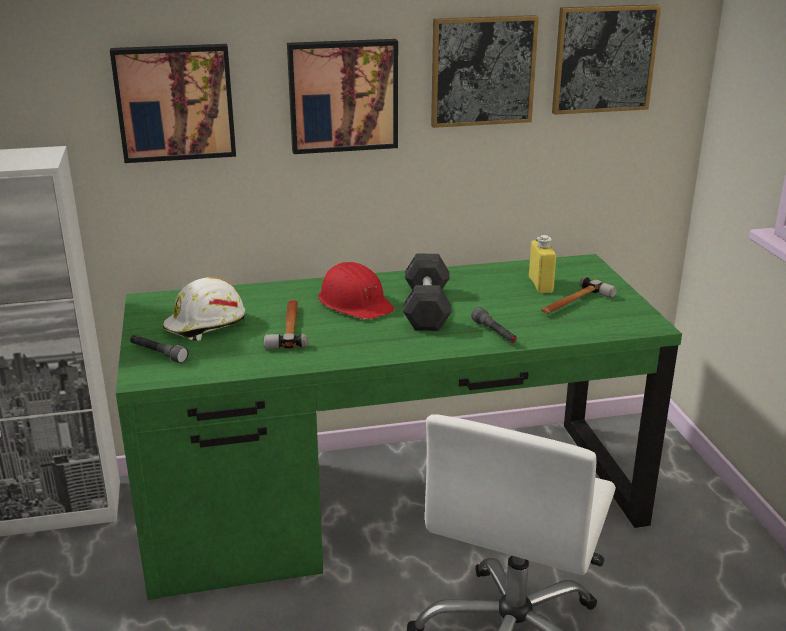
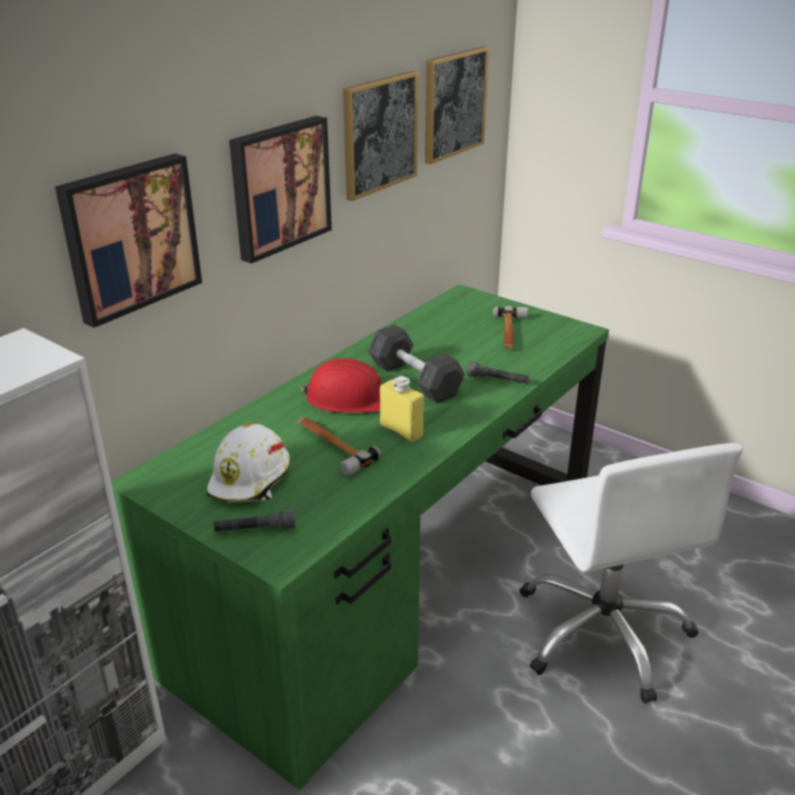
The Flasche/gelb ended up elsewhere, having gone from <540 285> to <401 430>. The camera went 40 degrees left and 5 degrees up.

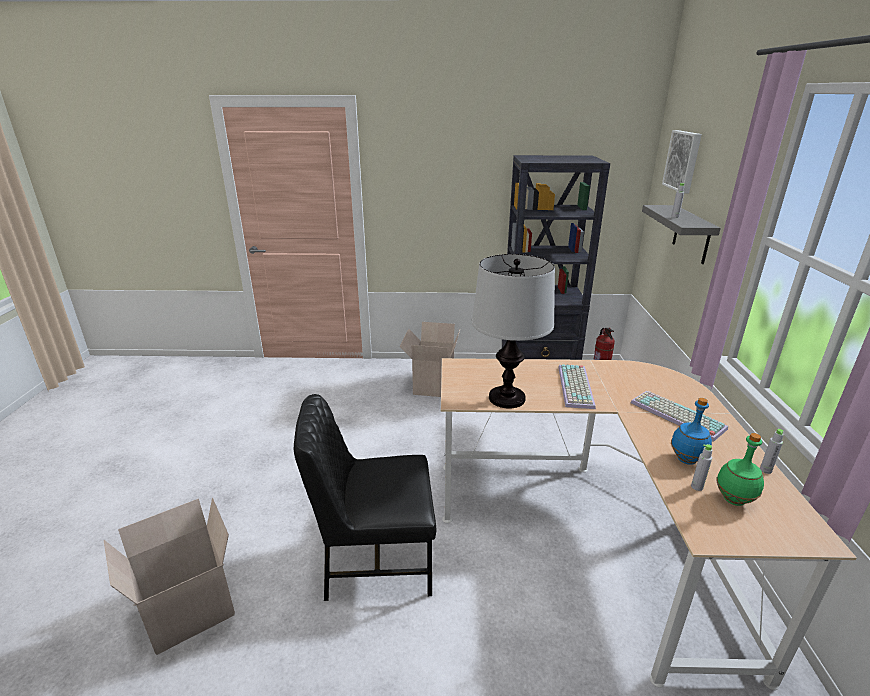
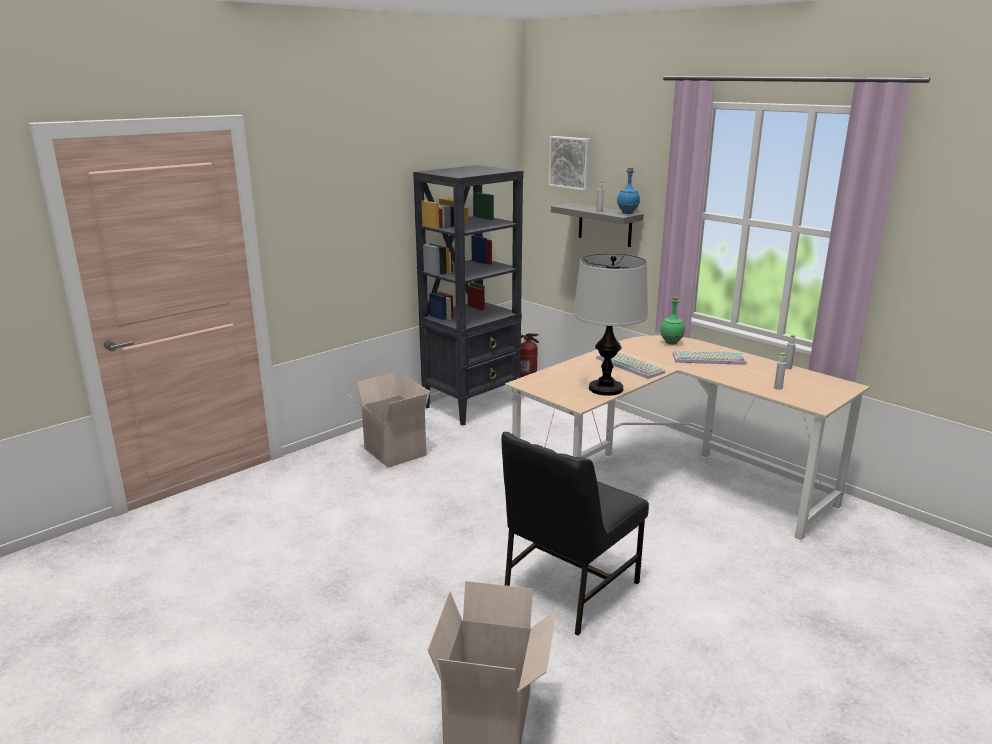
The Flasche/blau ended up elsewhere, having gone from <685 459> to <627 213>. The Flasche/grün ended up elsewhere, having gone from <733 500> to <671 343>. The camera went 45 degrees left and 5 degrees down.

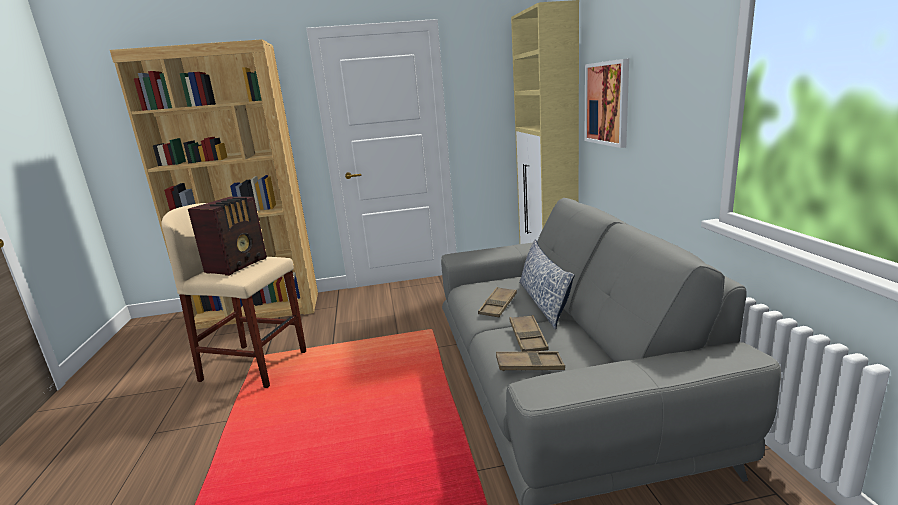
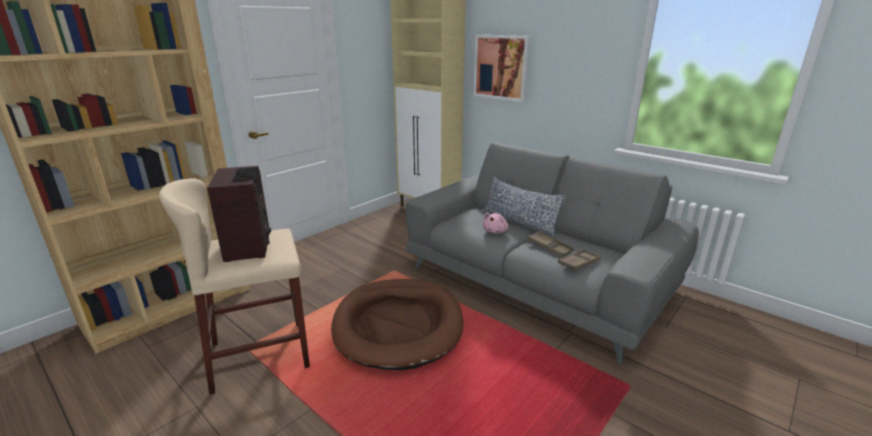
The second view gained the Hundebett/braun at <398 325>. Where the Tablett/braun stood at <498 305>, the Plüschtier/rosa came to stand at <495 231>. The camera went 40 degrees left and 5 degrees up.

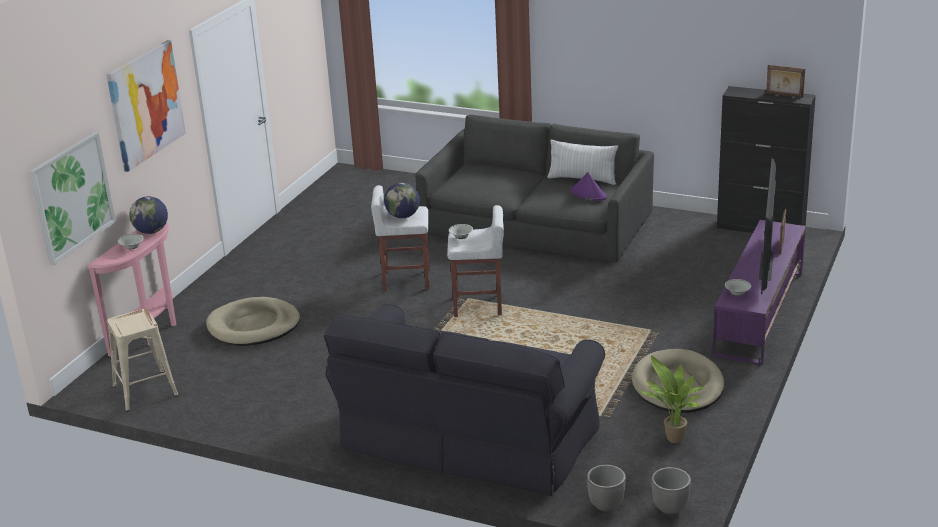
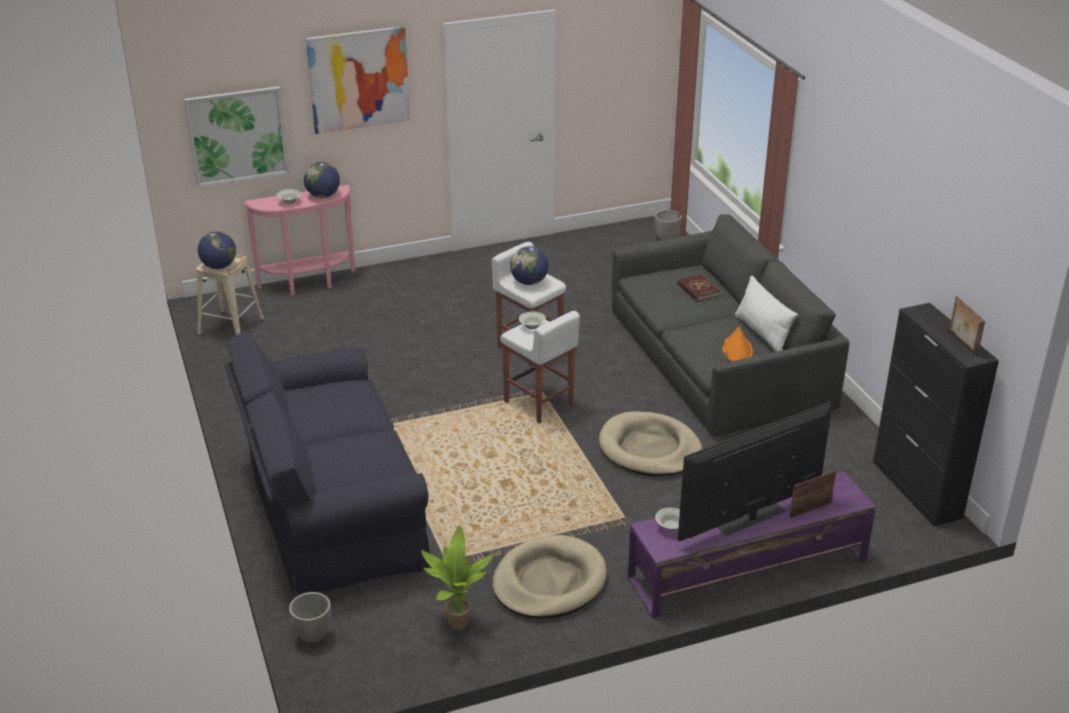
The second view gained the Globus at <219 266>. The Hundebett/beige ended up elsewhere, having gone from <254 326> to <649 449>. The Pflanzkübel ended up elsewhere, having gone from <669 508> to <666 238>. The second view gained the Buch/rot at <698 289>. What was the Hut/lila at <588 194> turned into the Hut/orange at <737 350>. The camera went 45 degrees right and 5 degrees up.

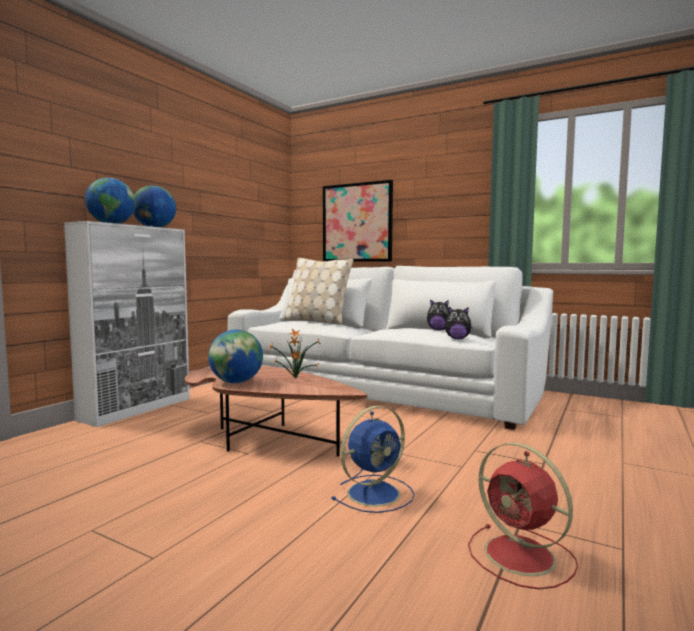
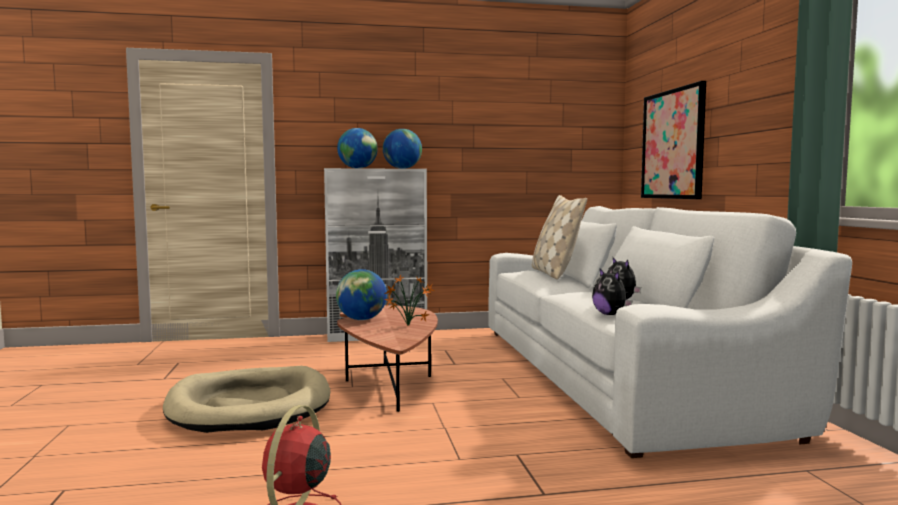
The second view gained the Hundebett/beige at <250 406>. The second view lost the Ventilator/blau at <375 493>. The camera went 50 degrees right and 0 degrees up.

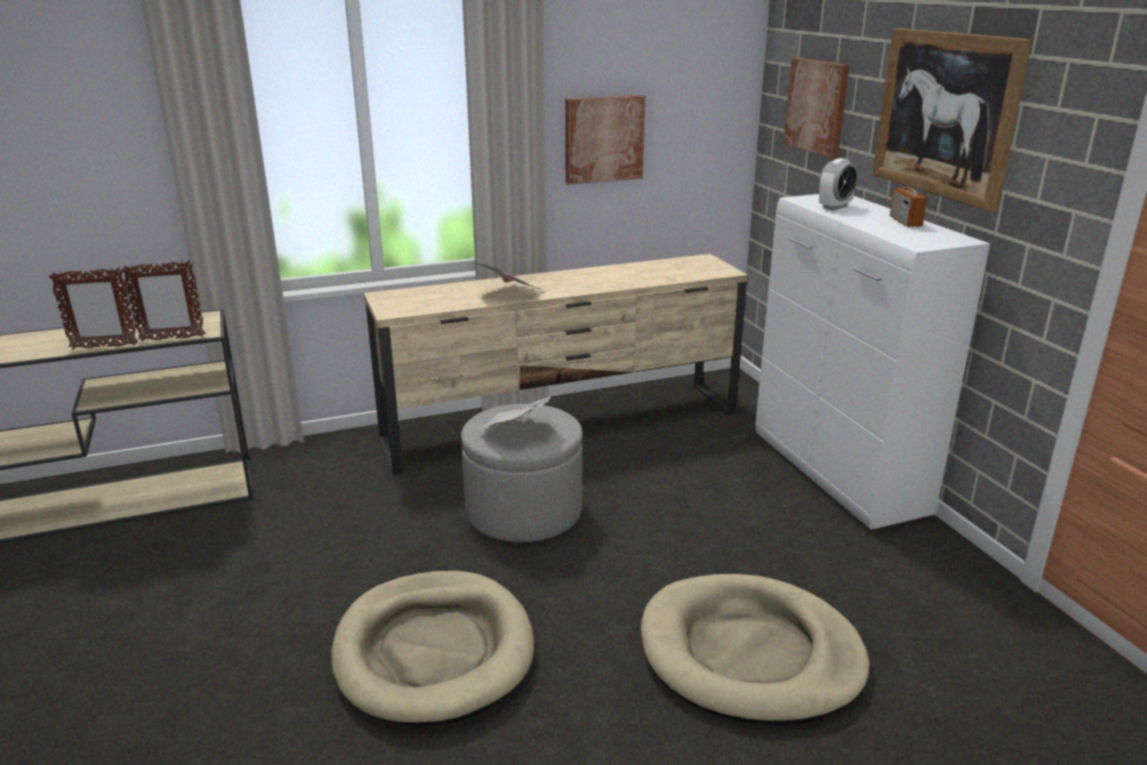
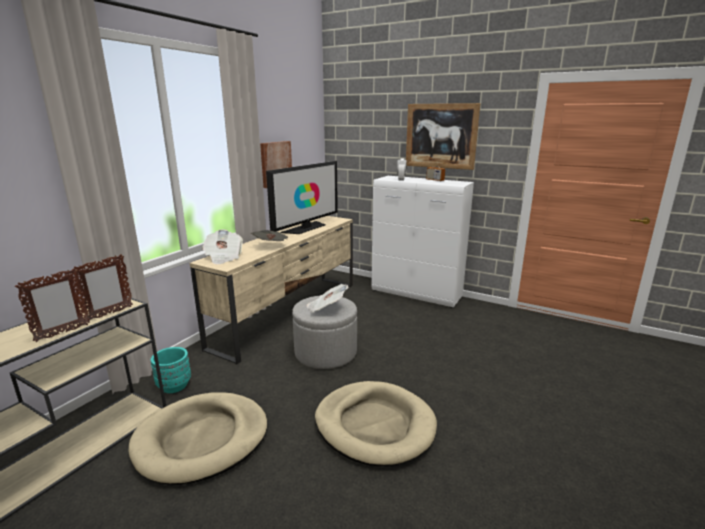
The Hundebett/beige ended up elsewhere, having gone from <750 654> to <202 439>. The second view gained the Pflanzkübel/türkis at <174 386>. The second view gained the Zeitung at <223 257>. The second view gained the Fernseher at <306 228>. The second view lost the Bild at <817 106>. The camera went 40 degrees left and 5 degrees down.

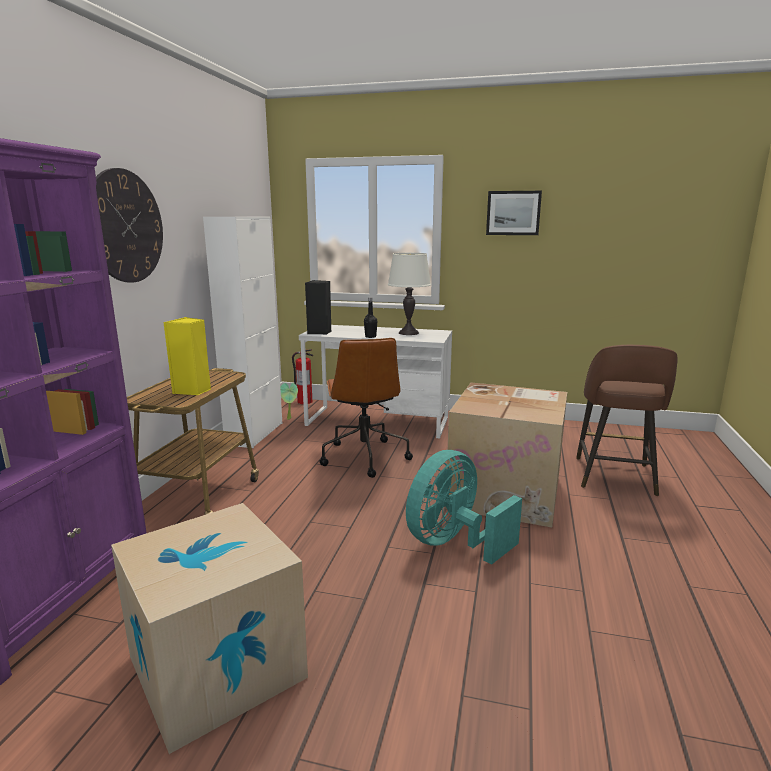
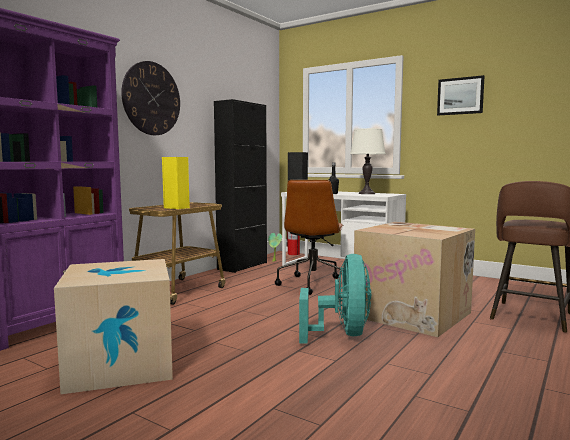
What was the Schrank/weiß at <254 433> turned into the Schrank/schwarz at <242 266>. The Ventilator/türkis at <454 543> ended up facing another way, 120 degrees clockwise from before. The camera went 20 degrees right and 10 degrees down.

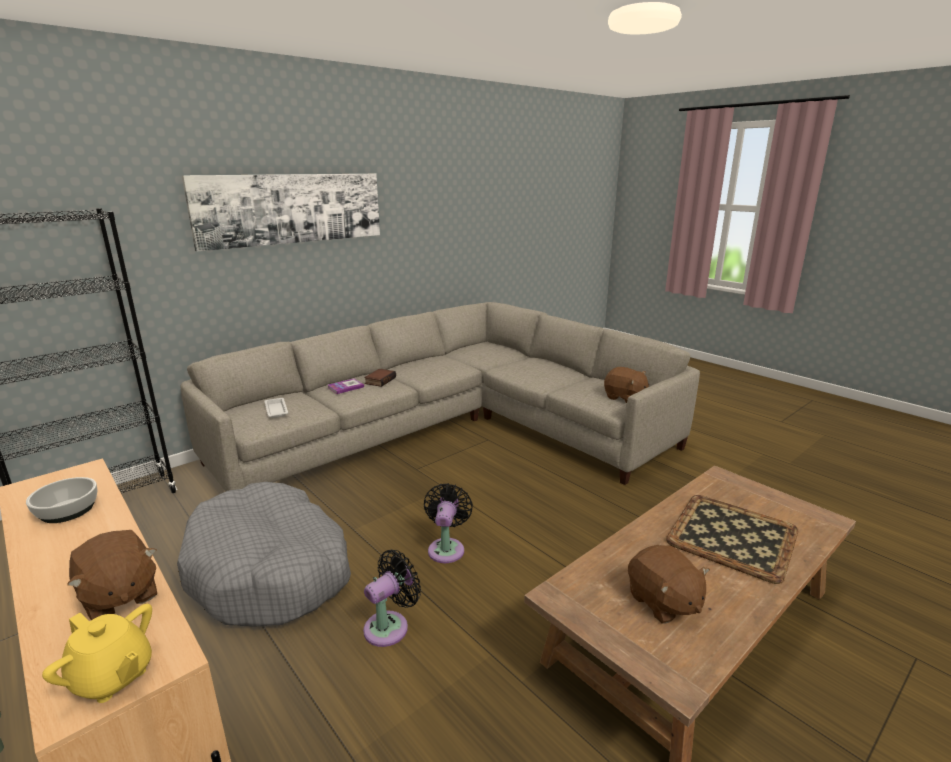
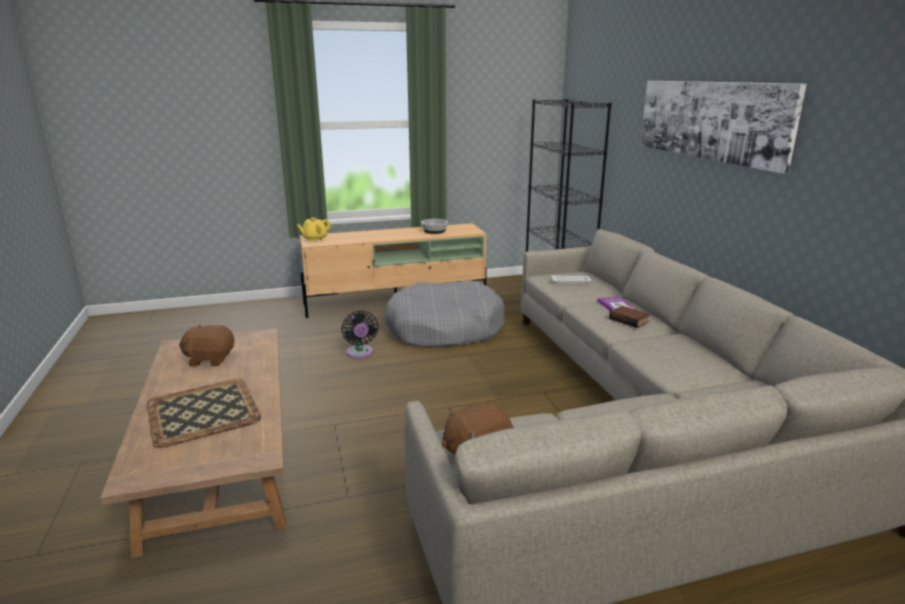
The second view lost the Plüschtier/braun at <119 596>. The second view lost the Ventilator/schwarz at <447 548>. The camera went 115 degrees right and 0 degrees up.

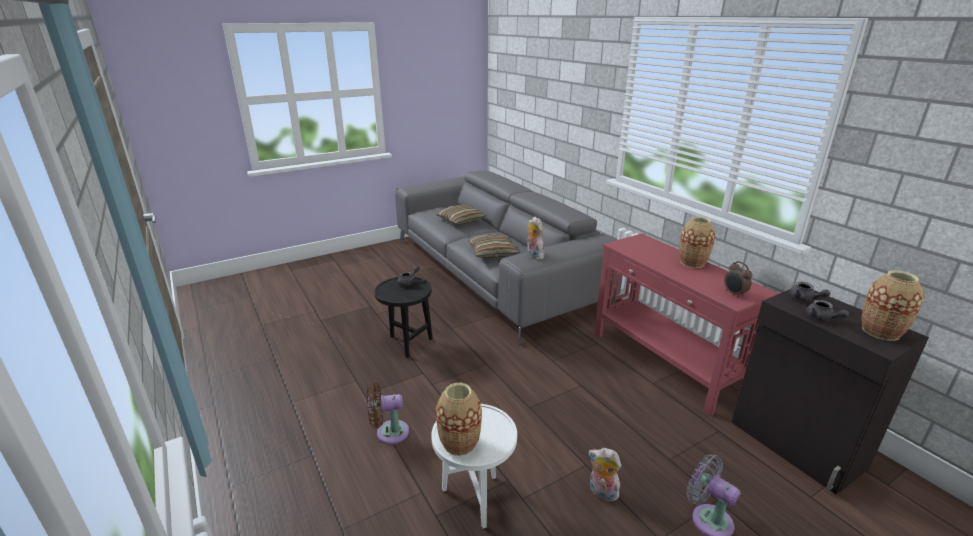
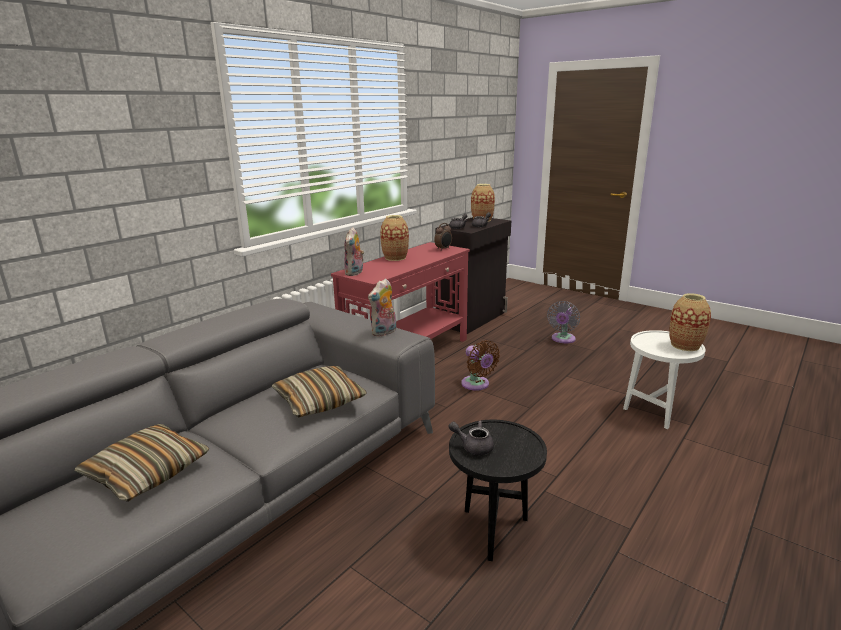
The Plüschtier ended up elsewhere, having gone from <602 492> to <355 273>. The Ventilator/braun ended up elsewhere, having gone from <389 433> to <477 385>. The camera went 110 degrees left and 5 degrees down.

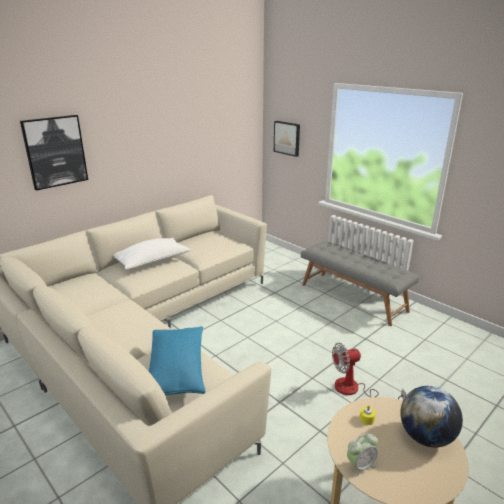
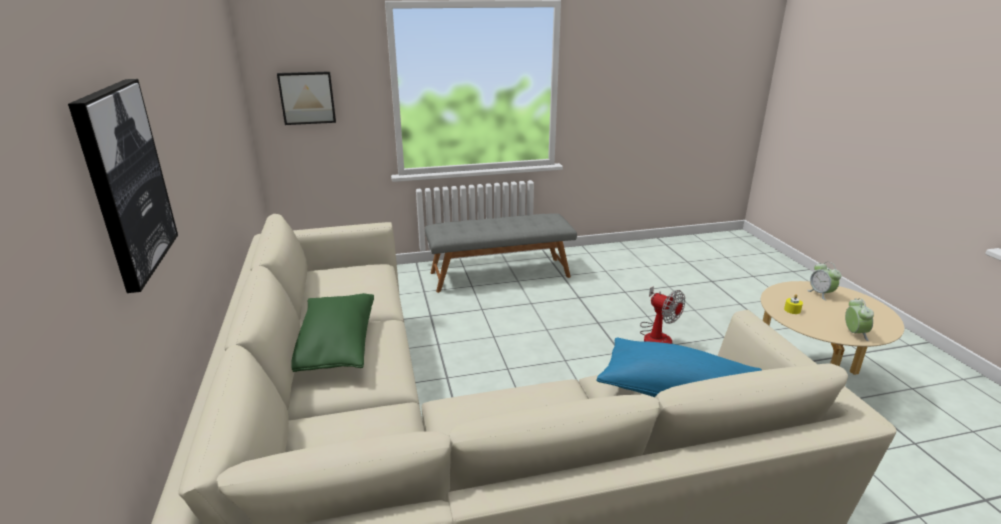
What was the Kissen/weiß at <152 261> turned into the Kissen/grün at <335 346>. The Ventilator at <355 391> ended up facing another way, 60 degrees counterclockwise from before. Where the Globus stood at <426 437>, the Wecker came to stand at <820 294>. The camera went 60 degrees left and 0 degrees up.

